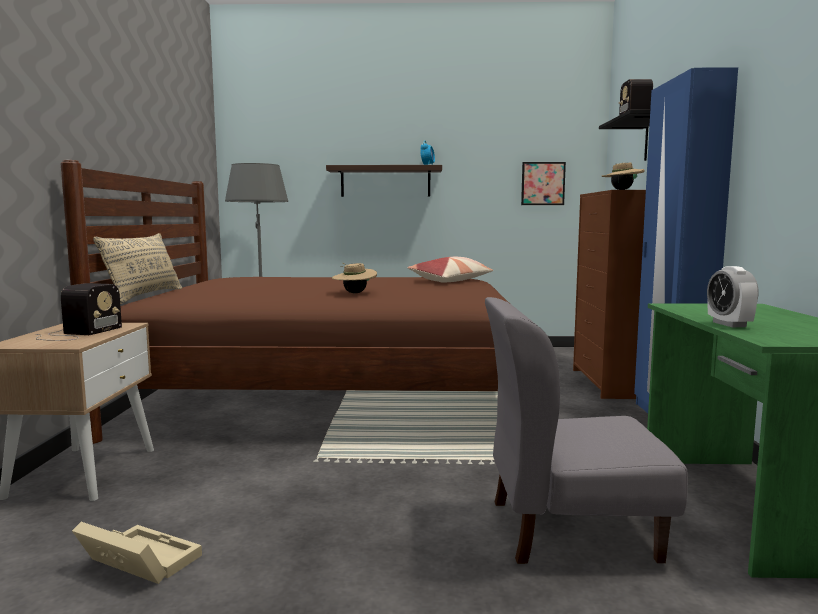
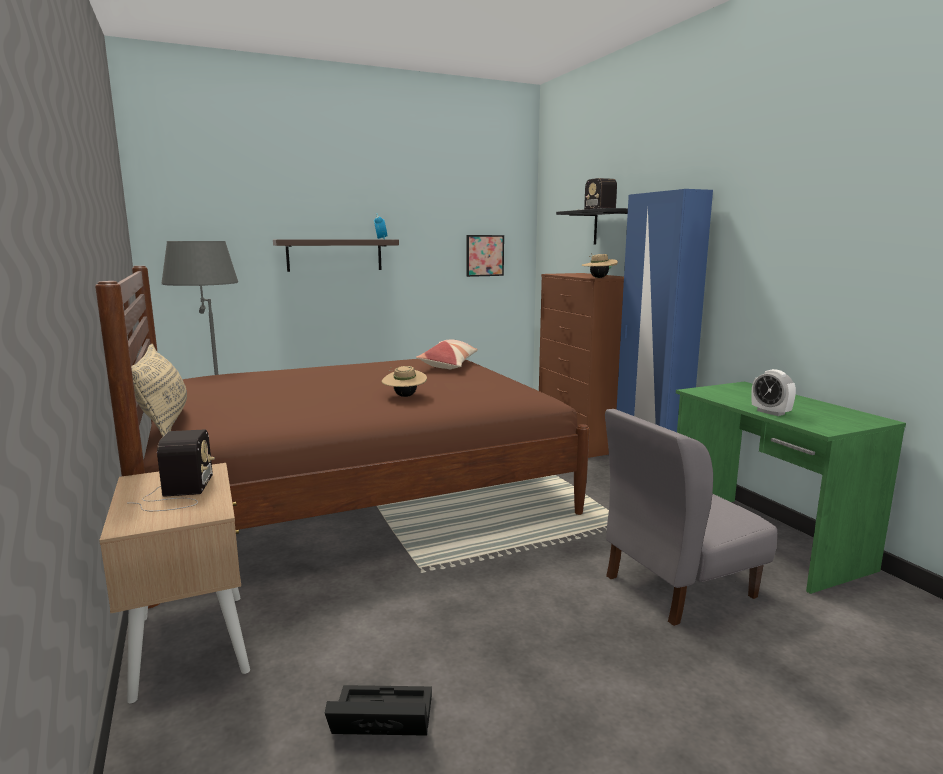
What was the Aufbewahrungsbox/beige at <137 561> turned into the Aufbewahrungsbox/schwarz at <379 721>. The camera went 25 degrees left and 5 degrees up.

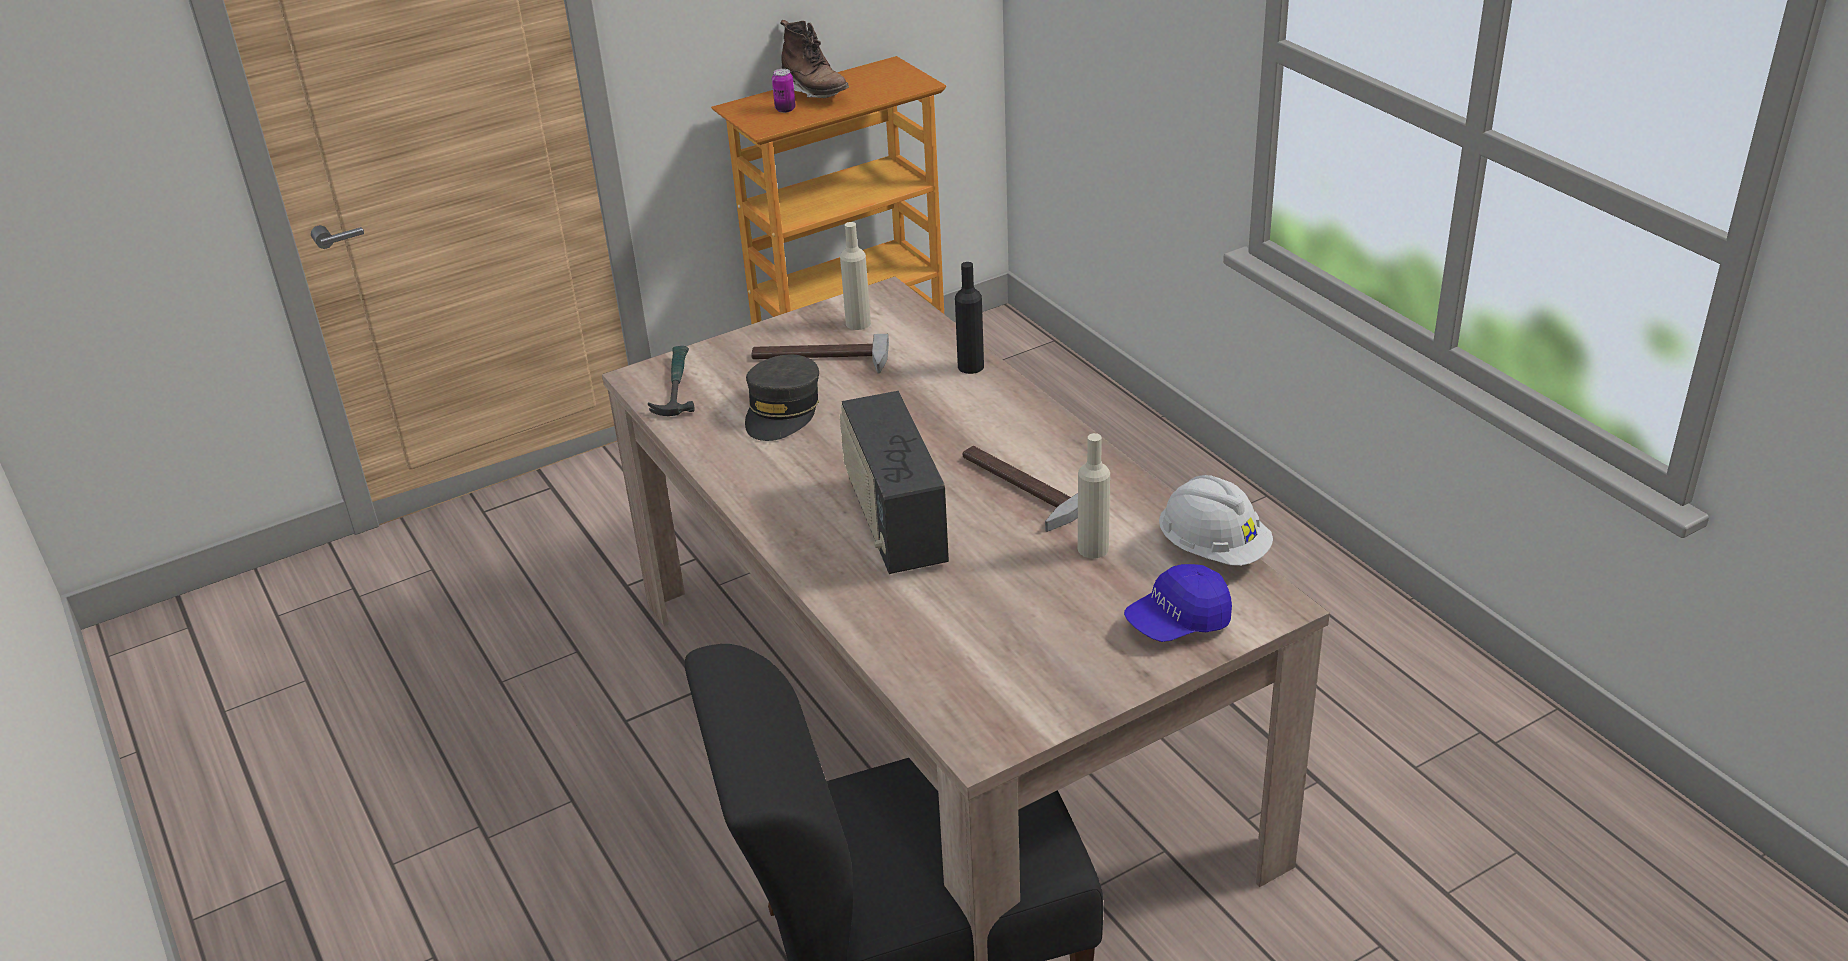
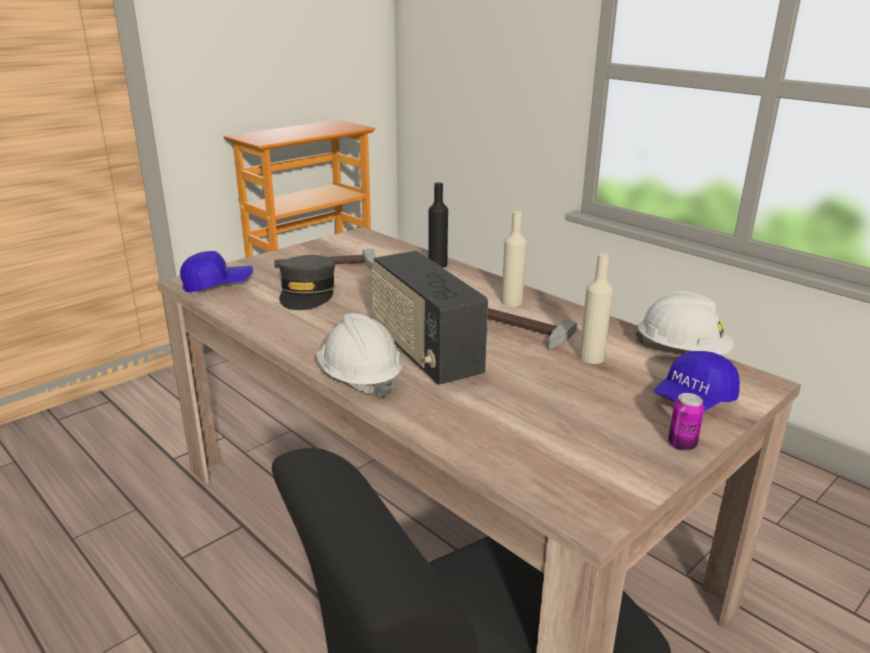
Where the Hammer stood at <675 386>, the Kappe/blau came to stand at <218 285>. The second view gained the Schutzhelm/weiß at <359 379>. The Flasche/beige ended up elsewhere, having gone from <858 323> to <512 302>. The Dose ended up elsewhere, having gone from <785 109> to <682 444>. The second view lost the Stiefel/braun at <815 93>. The camera went 15 degrees left and 10 degrees down.

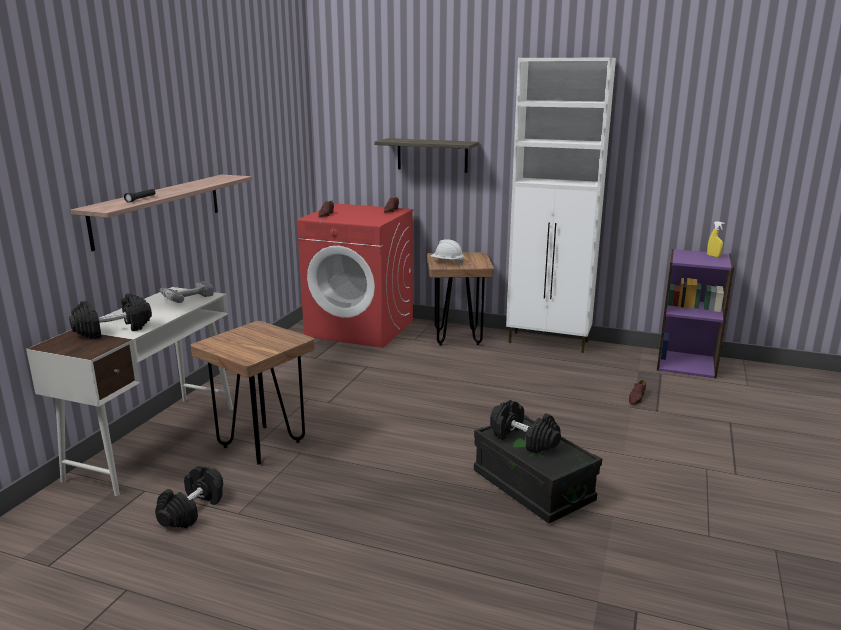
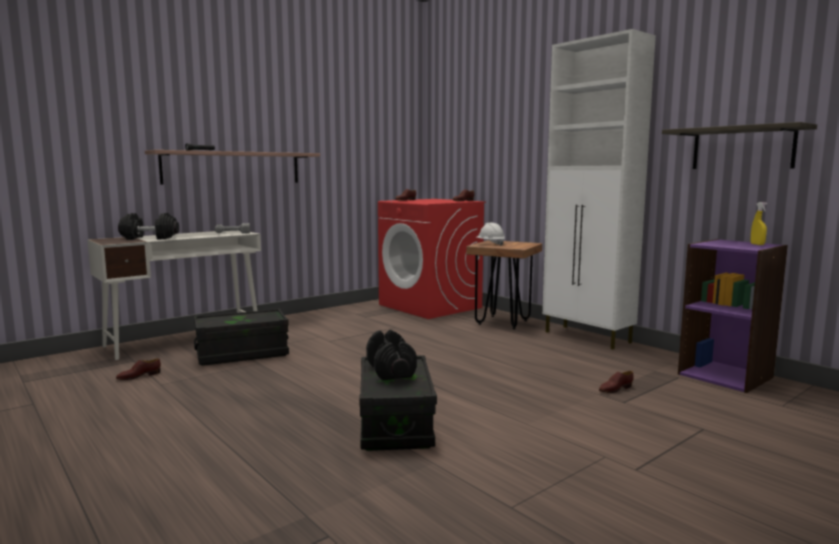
Where the Hantel/schwarz stood at <192 510>, the Schuh/braun came to stand at <139 376>. Where the Hocker/braun stood at <262 444>, the Aufbewahrungsbox/schwarz came to stand at <242 354>. The Wandregal ended up elsewhere, having gone from <432 155> to <742 148>. The camera went 30 degrees right and 10 degrees down.

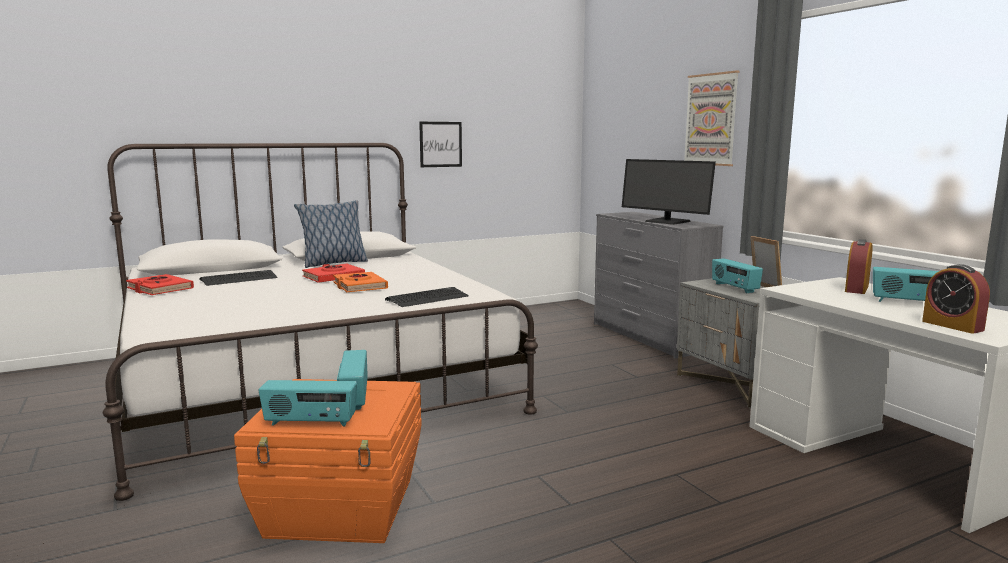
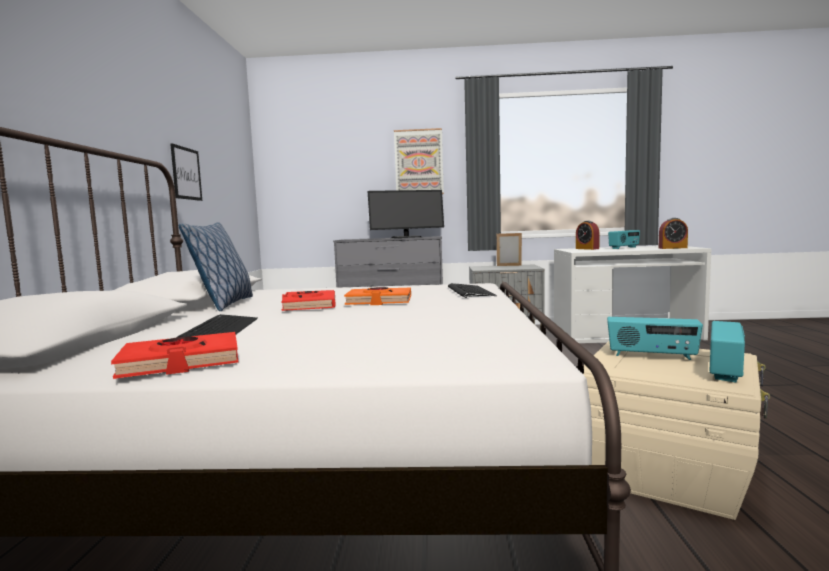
What was the Aufbewahrungsbox/orange at <342 508> turned into the Aufbewahrungsbox/beige at <667 471>. The second view lost the Radio at <734 288>. The camera went 60 degrees left and 5 degrees down.

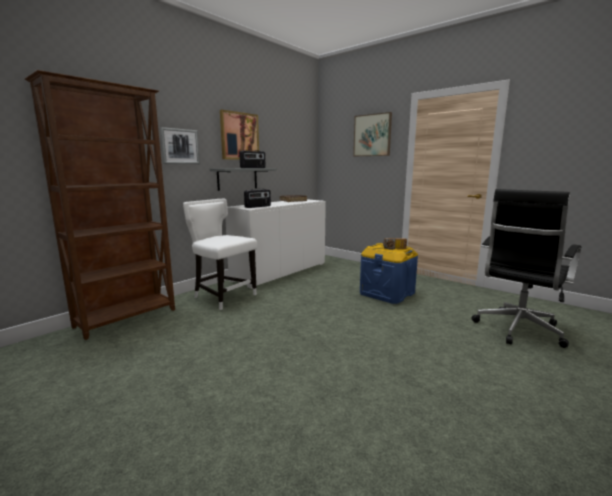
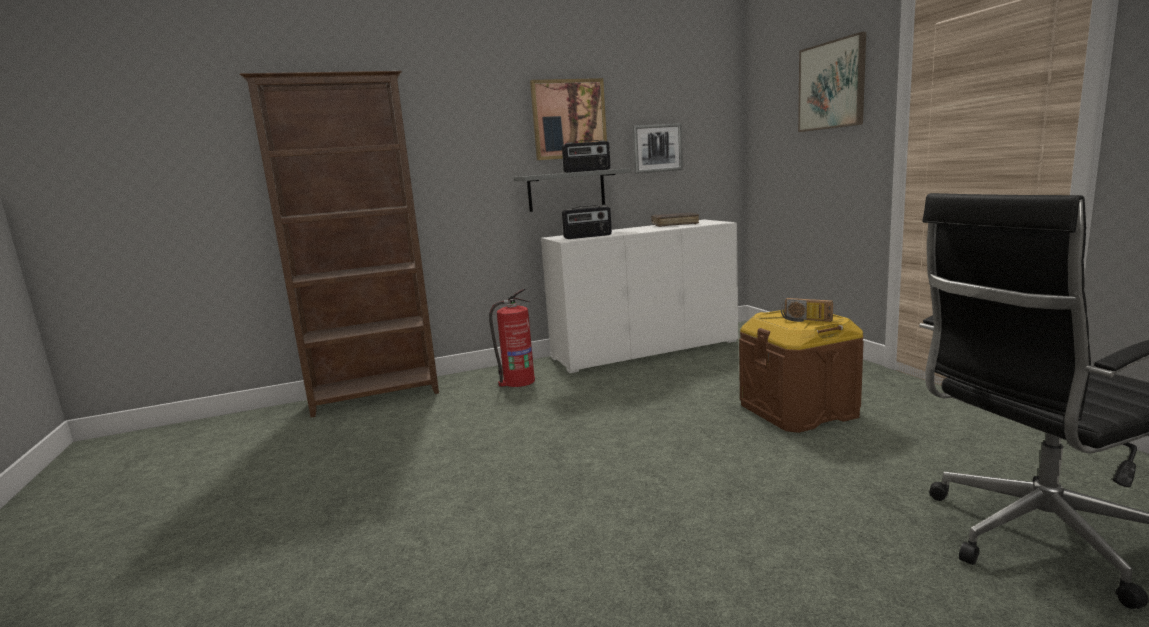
Where the Stuhl/weiß stood at <223 296>, the Feuerlöscher came to stand at <518 381>. The Bild ended up elsewhere, having gone from <180 146> to <657 148>. What was the Aufbewahrungsbox/blau at <387 293> turned into the Aufbewahrungsbox/braun at <798 410>. The camera went 30 degrees right and 0 degrees up.

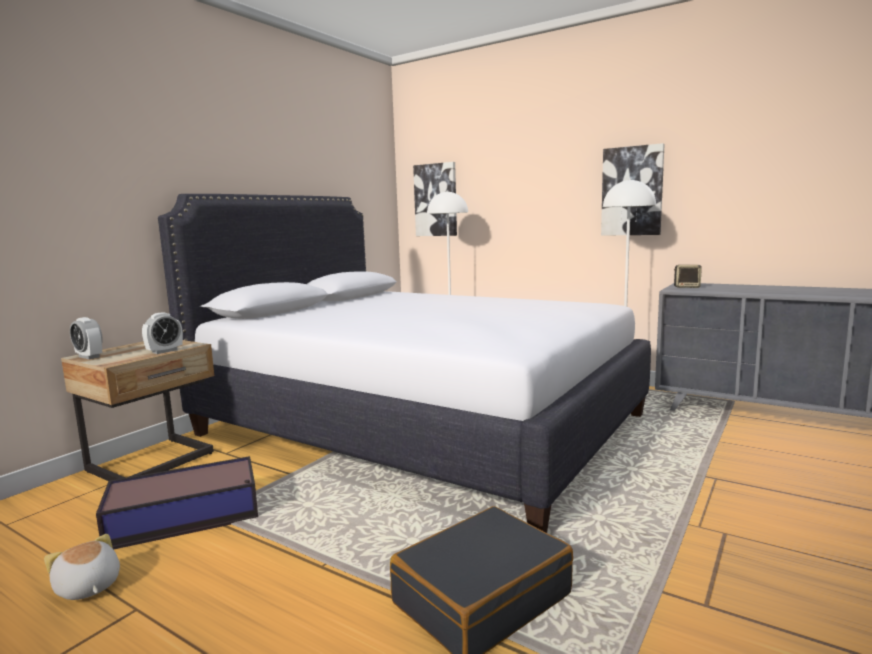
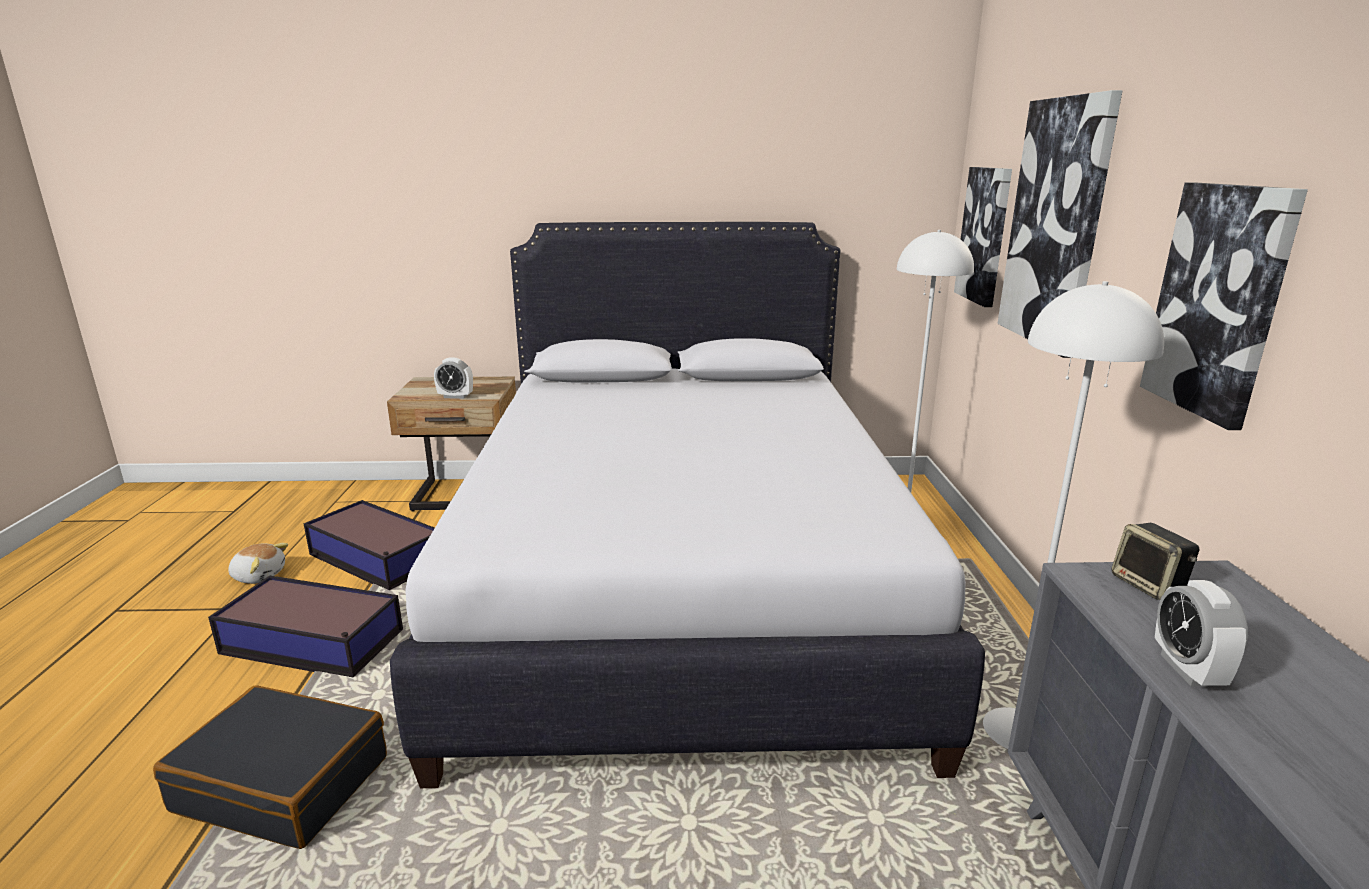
The second view gained the Aufbewahrungsbox at <314 643>. The Plüschtier at <87 587> ended up facing another way, 90 degrees clockwise from before. The second view gained the Bild at <1056 224>. The Wecker ended up elsewhere, having gone from <89 357> to <1187 670>. The camera went 55 degrees right and 10 degrees up.

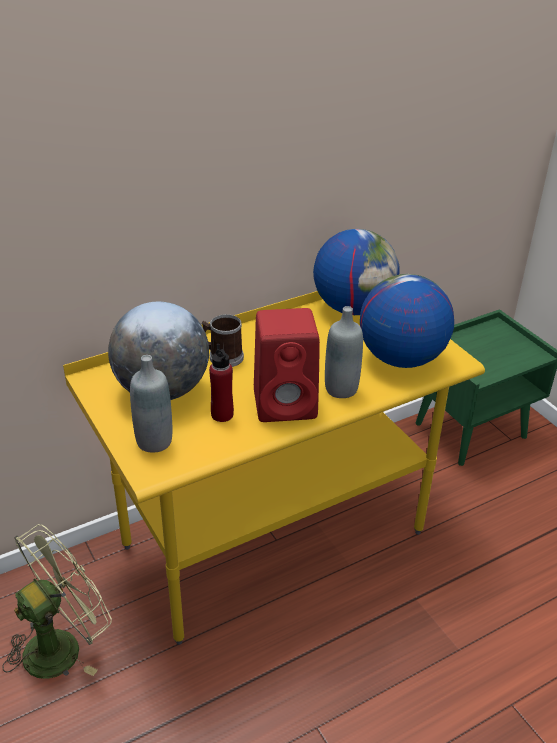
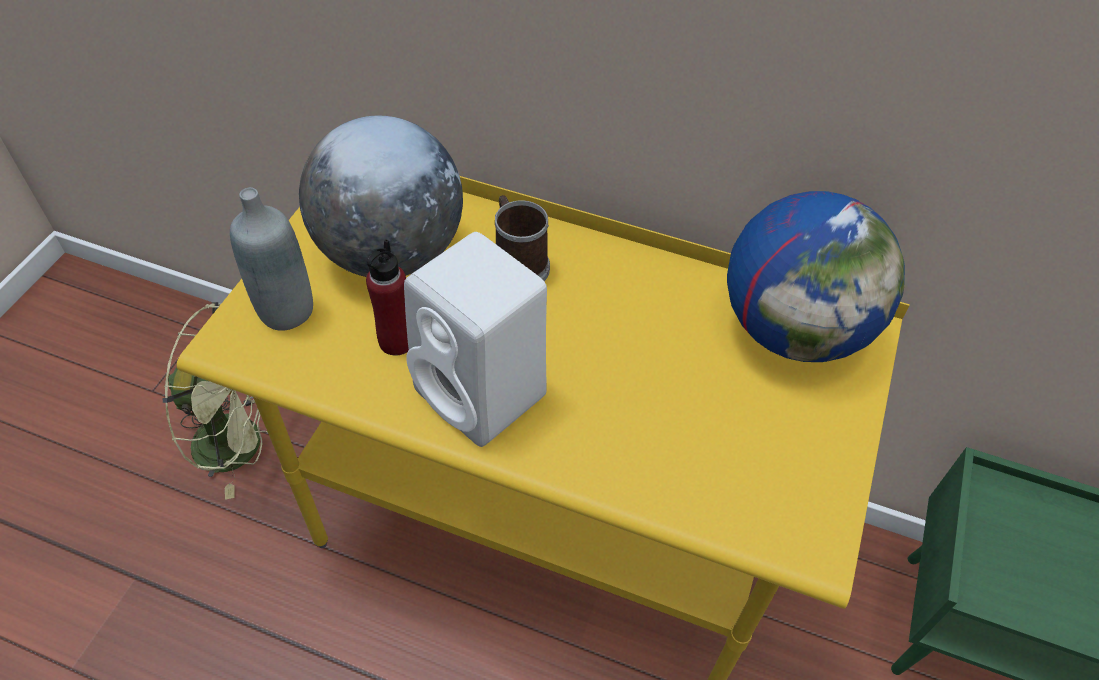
What was the Lautsprecher/rot at <287 404> turned into the Lautsprecher/weiß at <484 395>. The second view lost the Flasche/grau at <341 389>. The second view lost the Globus at <400 358>. The camera went 50 degrees right and 15 degrees up.

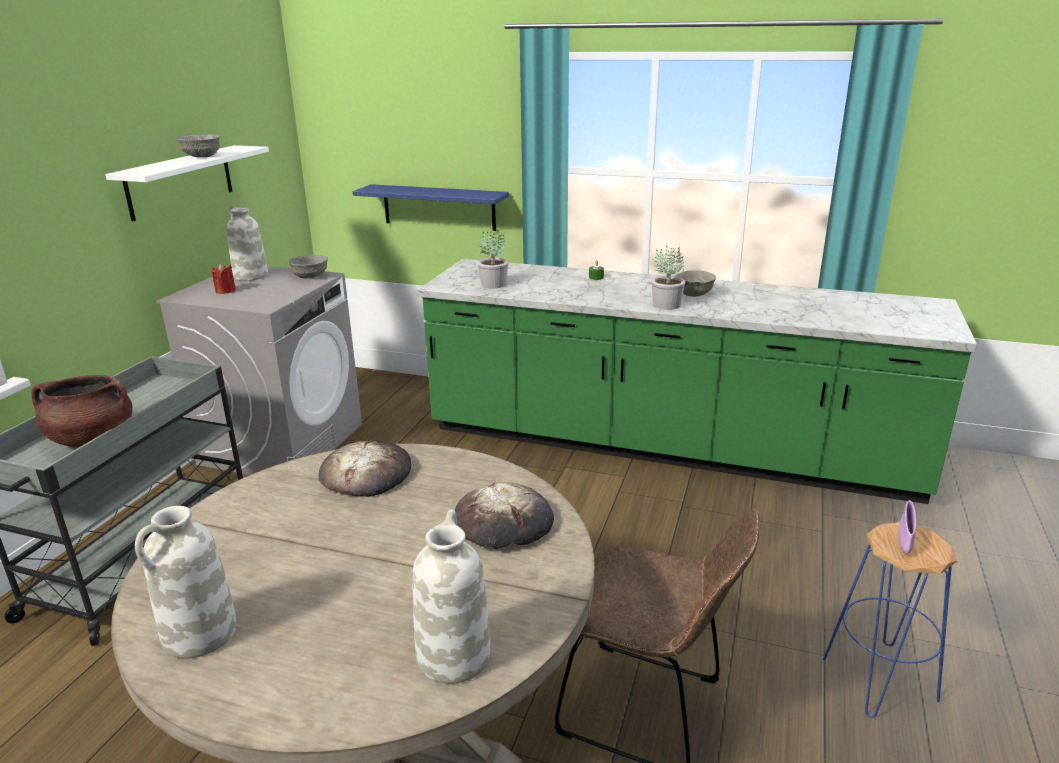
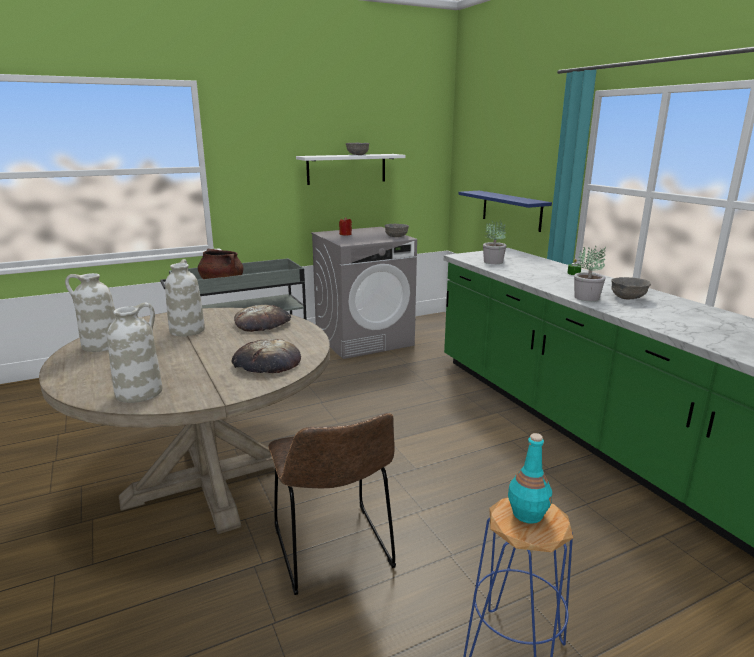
The Vase/weiß ended up elsewhere, having gone from <250 276> to <187 330>. Where the Schüssel/lila stood at <904 541>, the Flasche/türkis came to stand at <527 513>. The camera went 45 degrees right and 5 degrees down.

